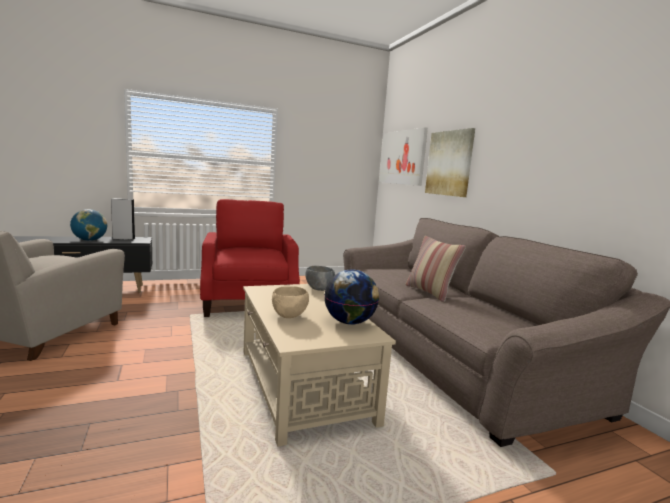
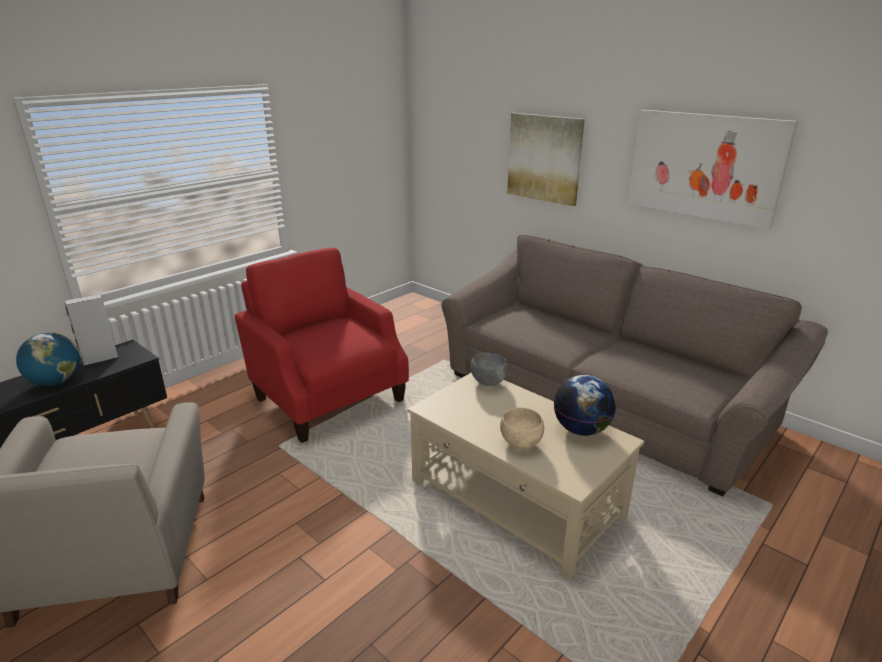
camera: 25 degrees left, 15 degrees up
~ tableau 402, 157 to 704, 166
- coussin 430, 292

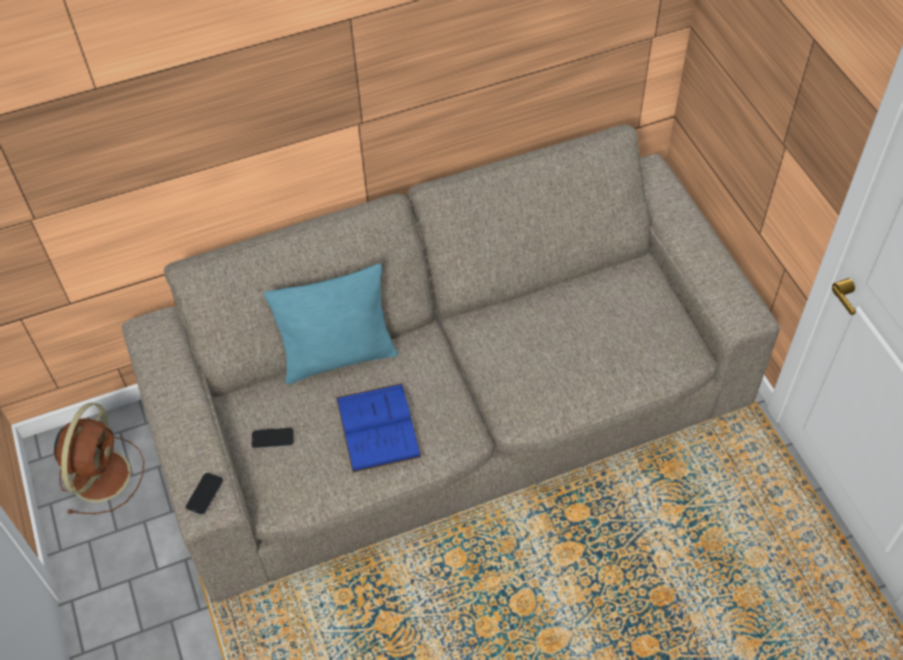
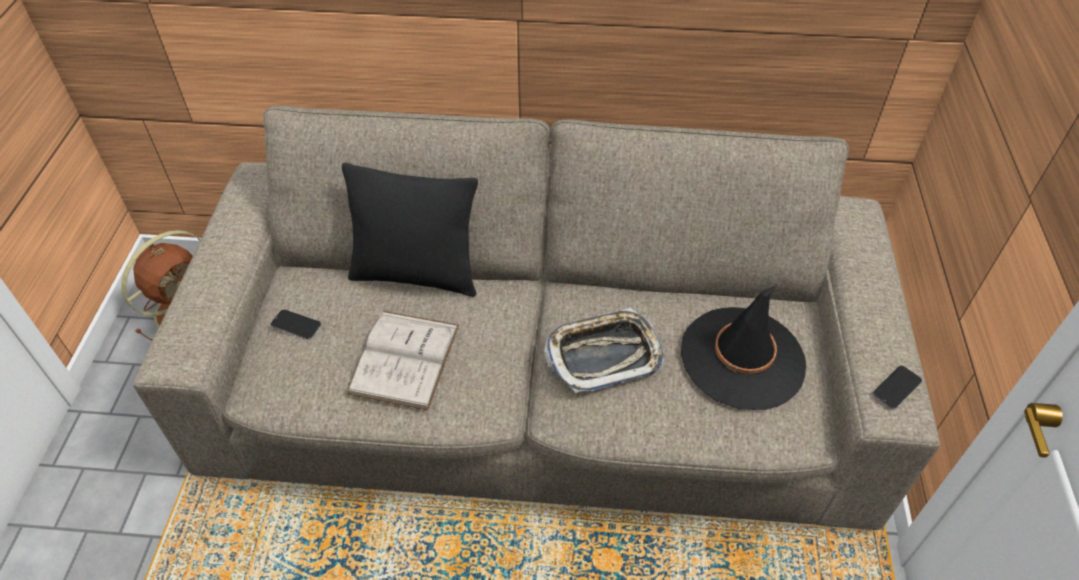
camera: 25 degrees right, 5 degrees down
~ coussin [turquoise] 339, 357 to coussin [noir] 416, 275
~ livre [bleu] 378, 427 to livre [blanc] 405, 359
+ plateau 604, 355
+ chapeau [noir] 742, 358
~ téléphone 204, 494 to 896, 388

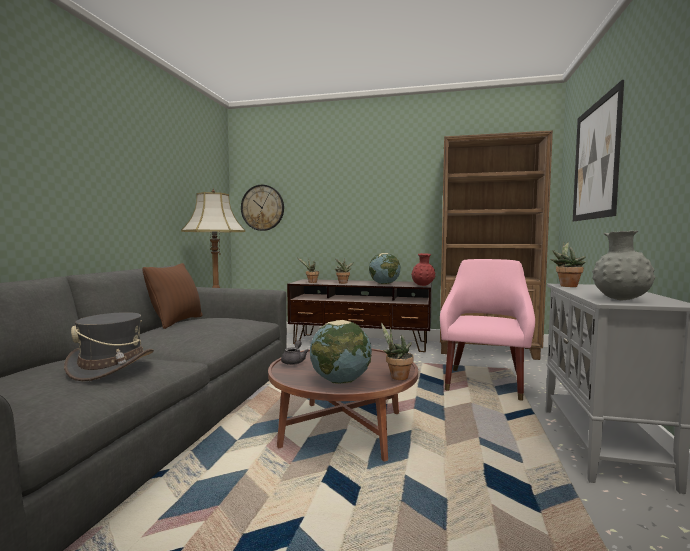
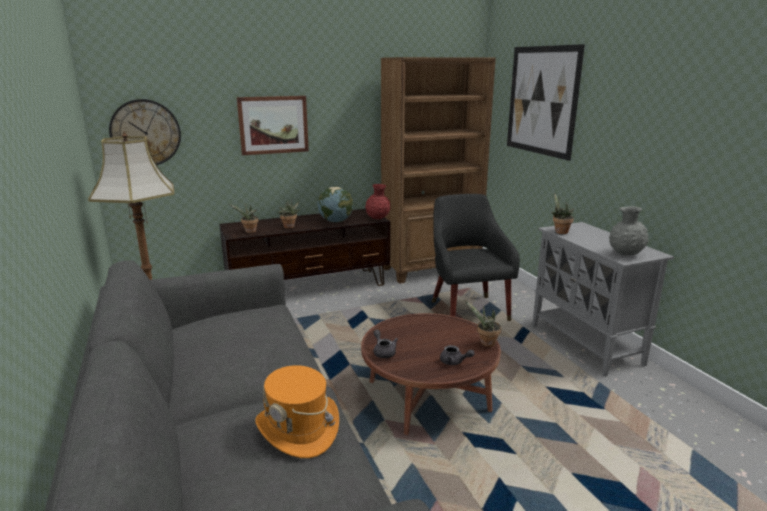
camera: 35 degrees left, 15 degrees up
+ tableau 273, 125
~ chapeau [gris] 112, 367 to chapeau [orange] 298, 429
~ fauteuil [rose] 485, 382 to fauteuil [noir] 467, 308
~ globe 340, 381 to théière [gris] 454, 362
- coussin [marron] 176, 322

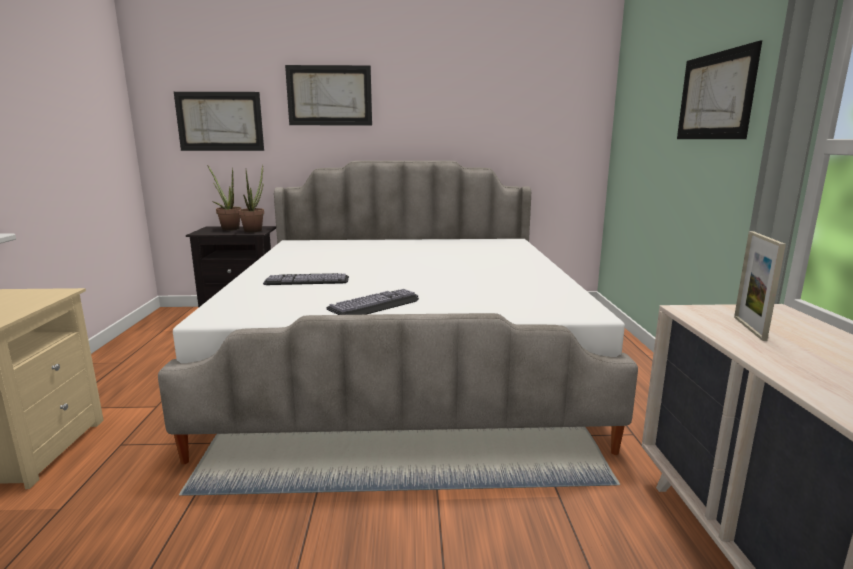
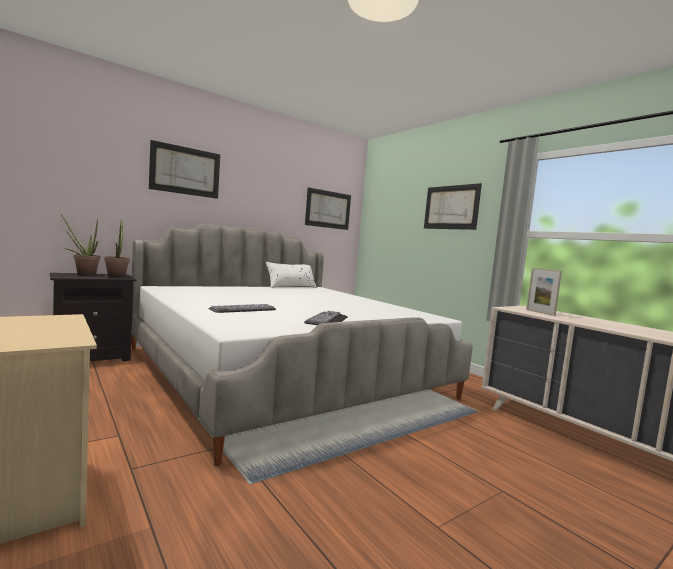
camera: 35 degrees left, 10 degrees down
+ coussin [blanc] 290, 286
~ tableau 220, 121 to 328, 209

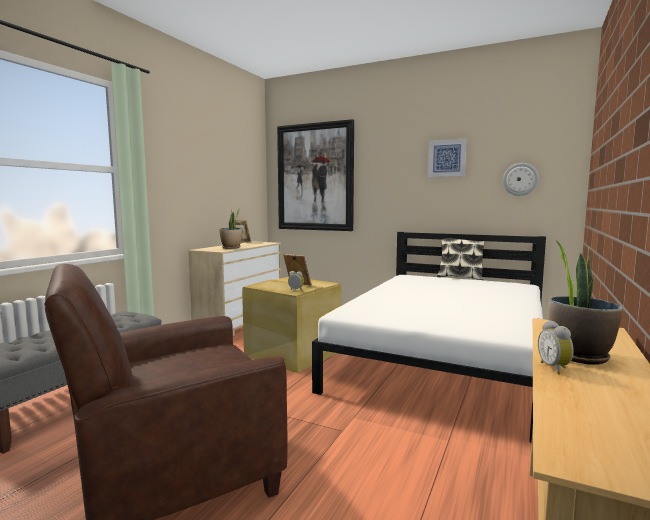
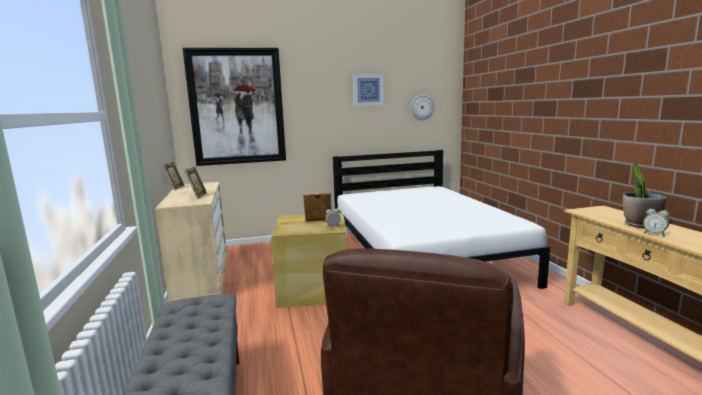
camera: 40 degrees left, 5 degrees up
~ plante en pot 231, 248 to cadre photo 197, 196
- coussin 460, 277

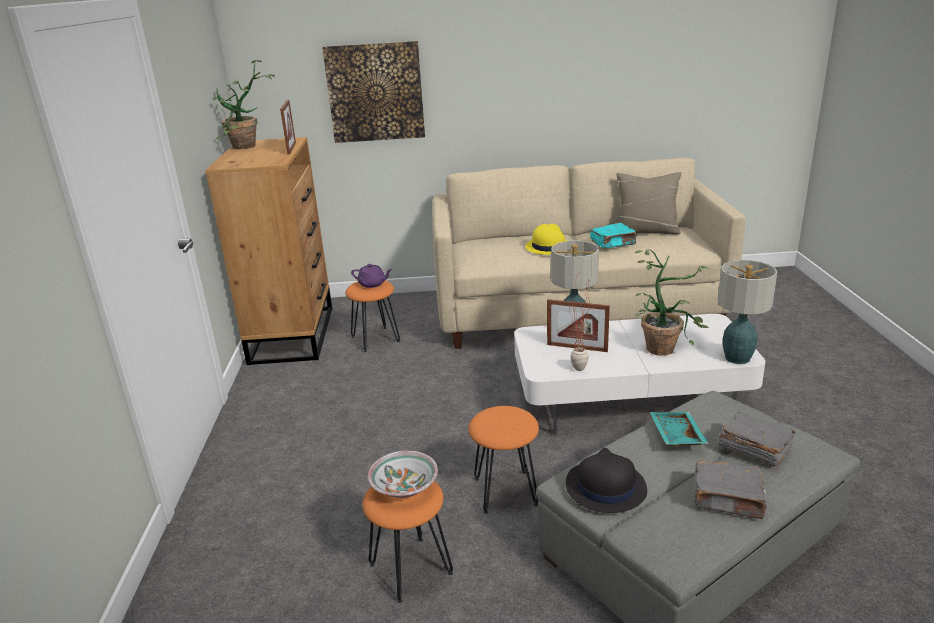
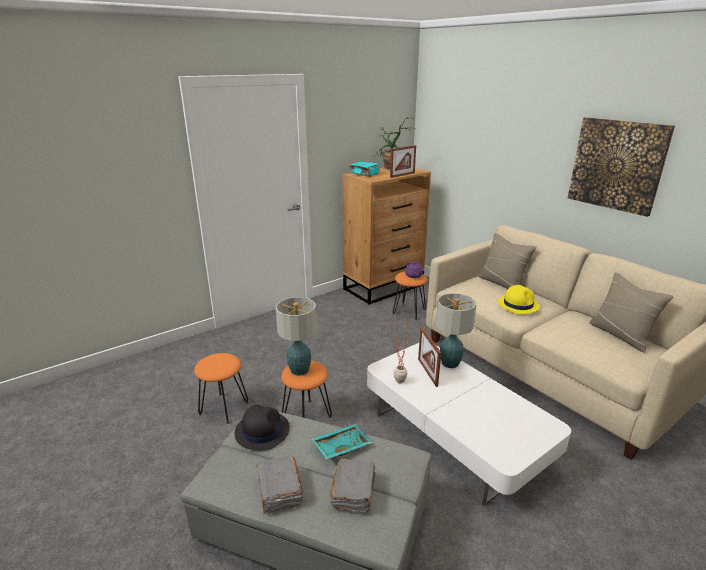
camera: 55 degrees right, 0 degrees up
~ lampe de table 737, 358 to 299, 370
~ livre [turquoise] 613, 243 to 364, 174
+ coussin [beige] 502, 283
~ tableau 375, 92 to 617, 165
- bol 405, 488
- plante en pot 664, 346

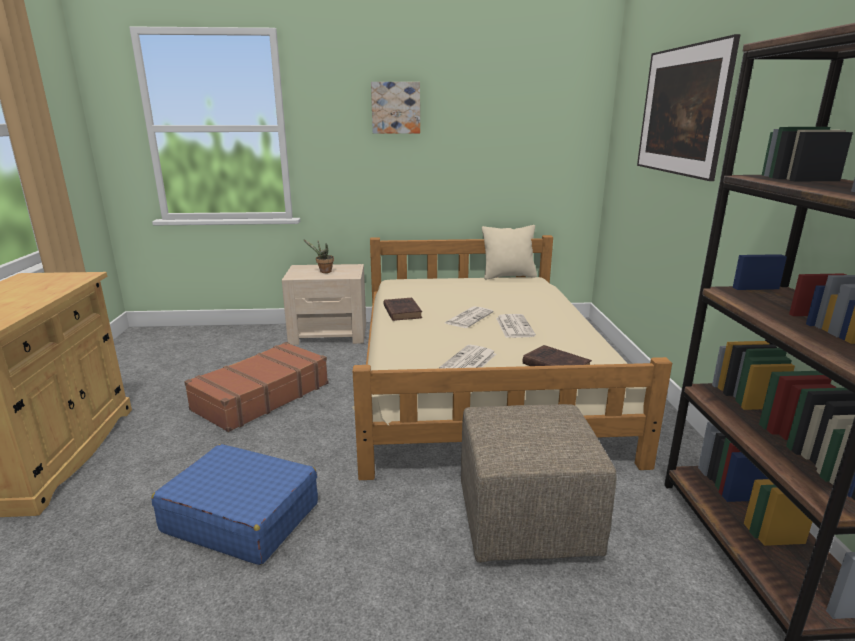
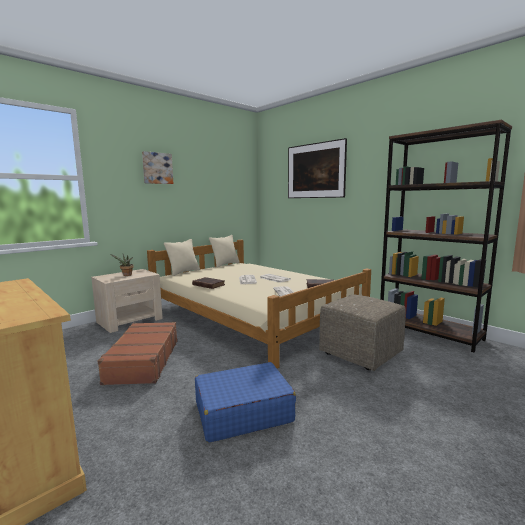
camera: 40 degrees left, 10 degrees down
+ coussin [beige] 183, 272

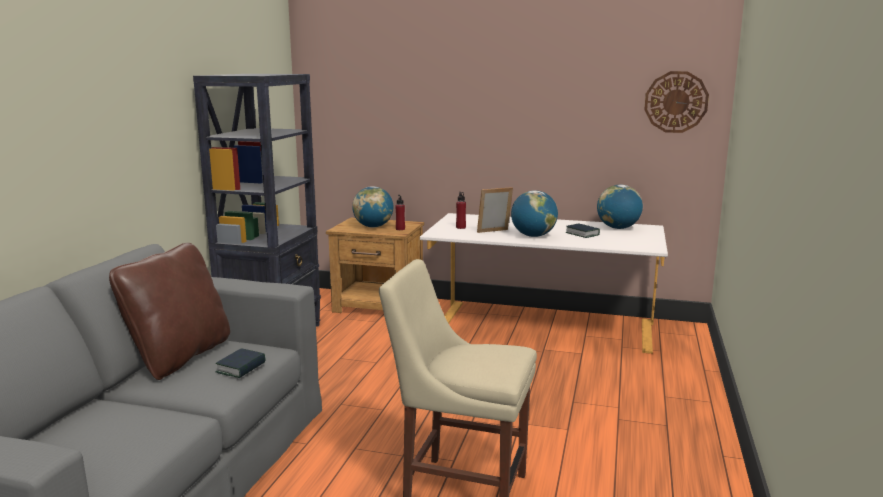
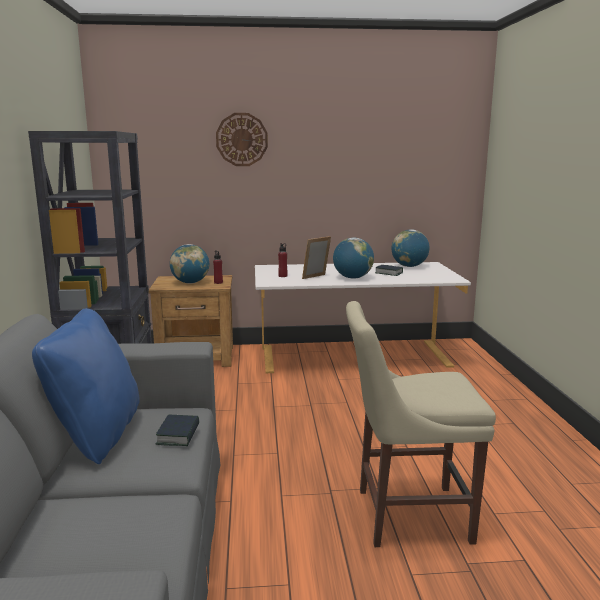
camera: 20 degrees left, 0 degrees up
~ coussin [marron] 179, 356 to coussin [bleu] 97, 434
~ horloge murale 676, 102 to 242, 139

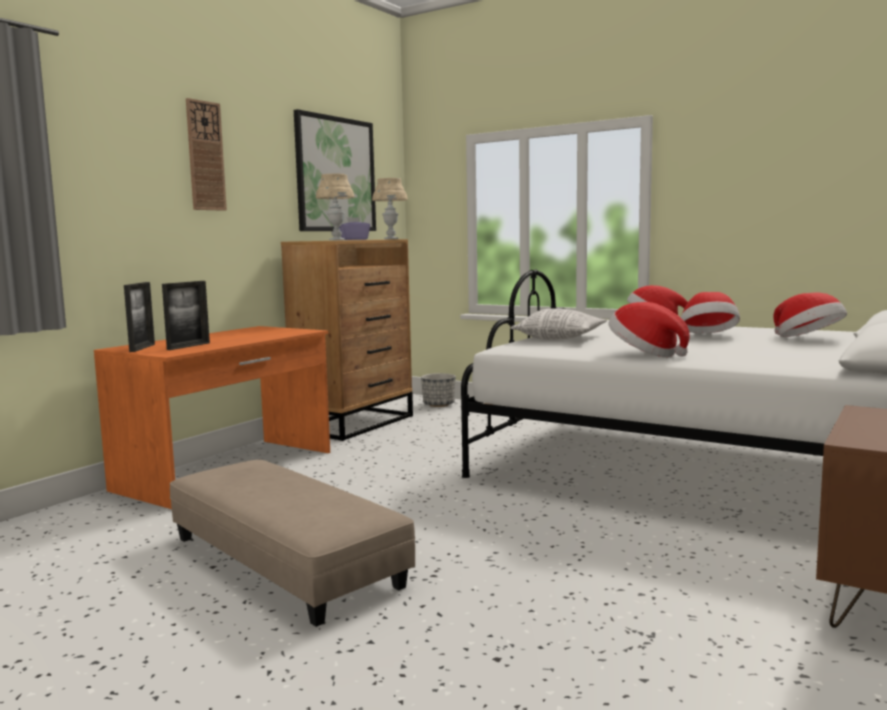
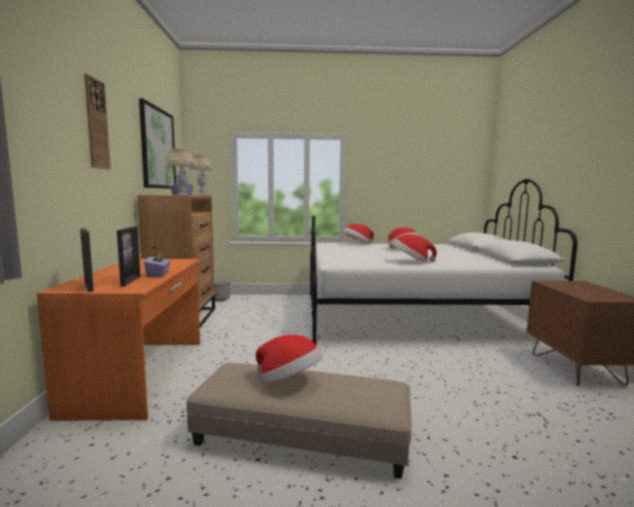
camera: 35 degrees left, 0 degrees up
+ boîte à mouchoirs [violet] 158, 274
~ chapeau 808, 339 to 289, 381
- coussin 559, 338

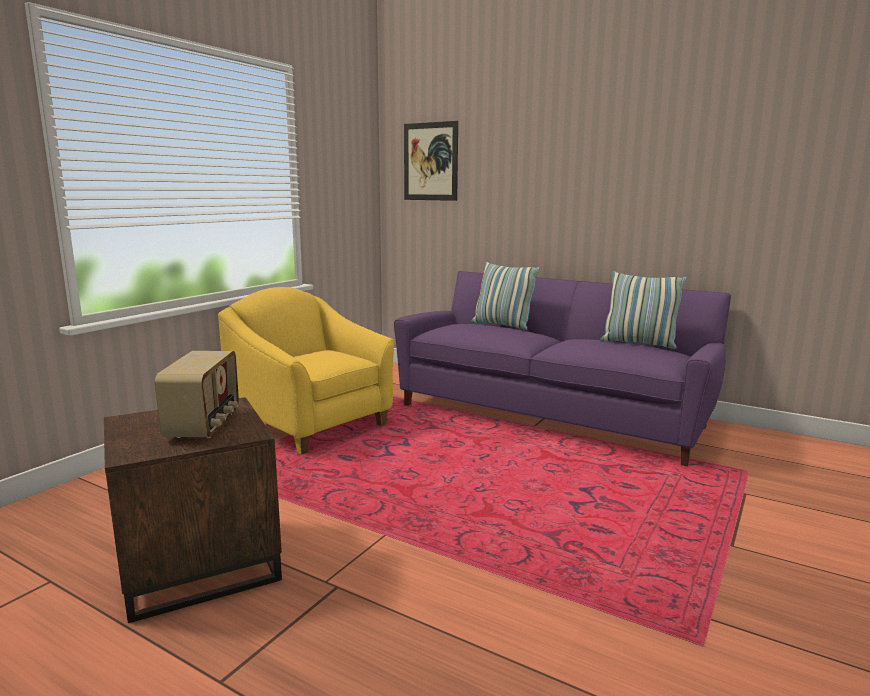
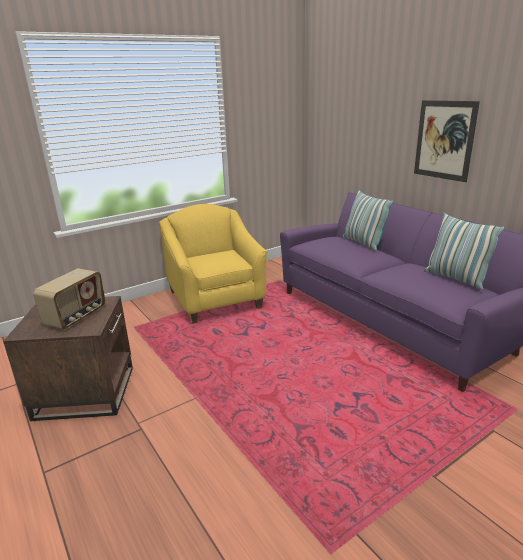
camera: 25 degrees right, 10 degrees up
~ tableau 430, 161 to 444, 140

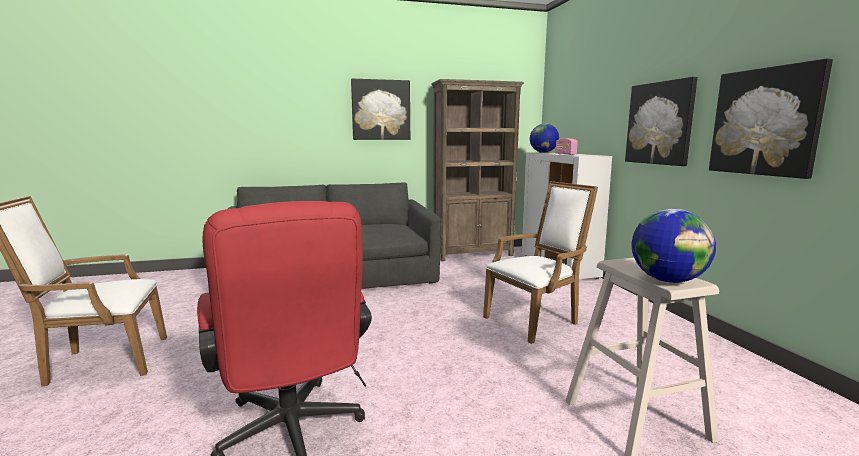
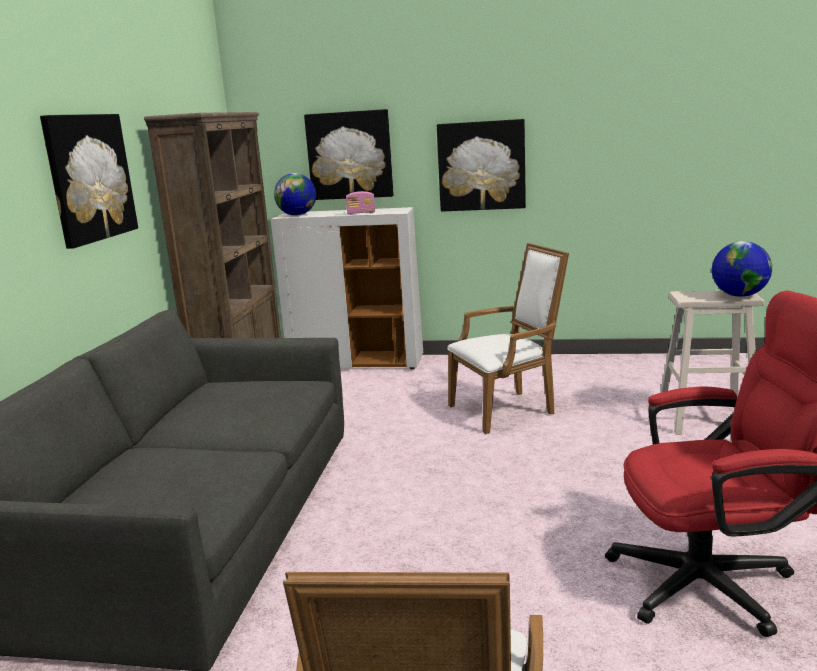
camera: 65 degrees left, 5 degrees up
~ tableau 765, 122 to 350, 155
~ fauteuil [blanc] 536, 320 = 508, 409 75 degrees clockwise

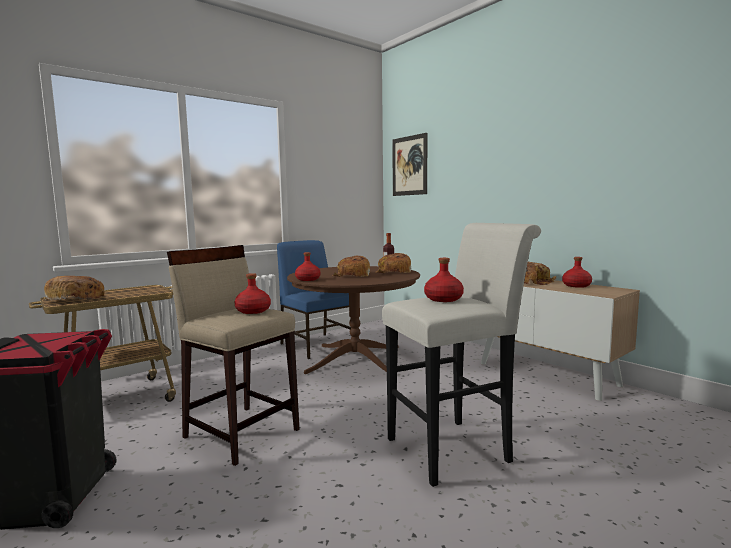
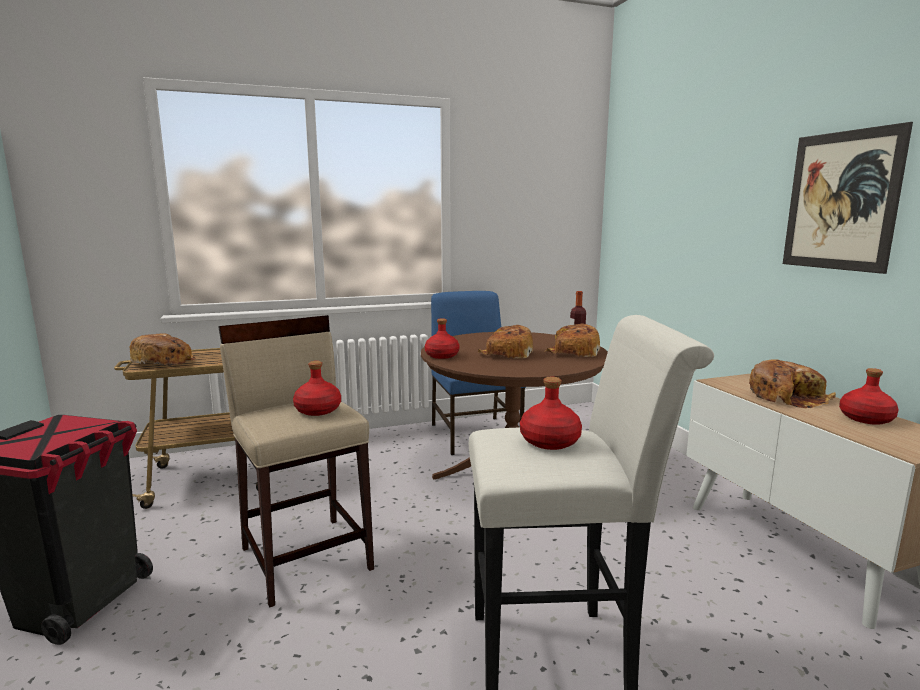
camera: 20 degrees right, 5 degrees up
~ tableau 409, 165 to 840, 201

